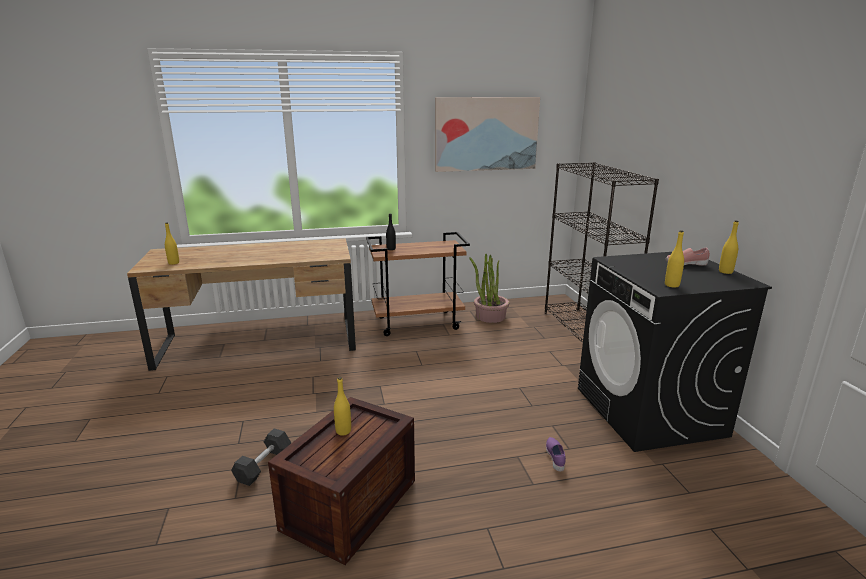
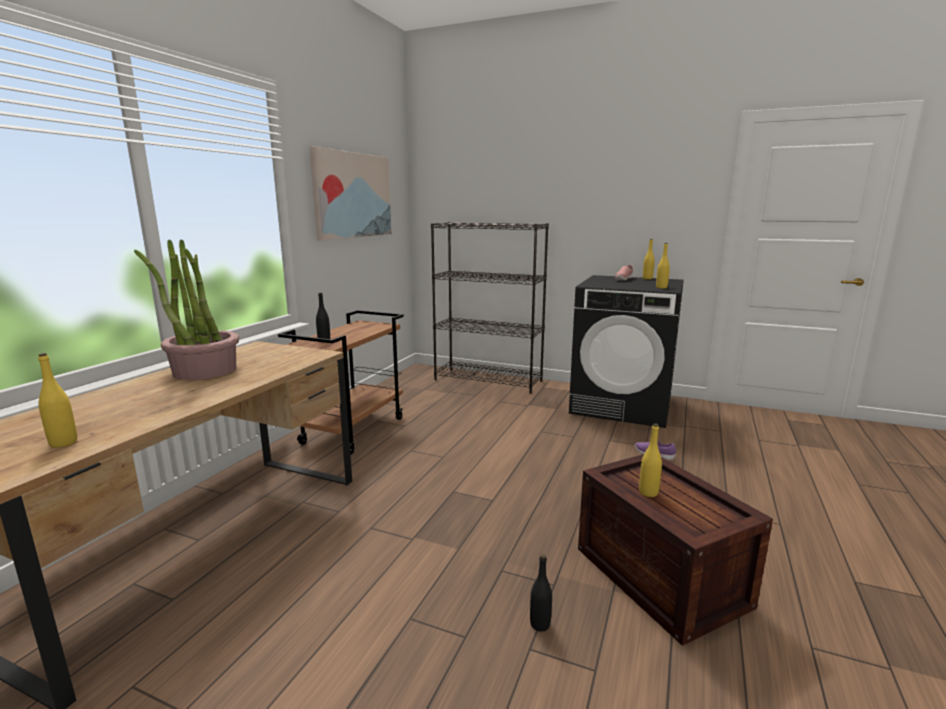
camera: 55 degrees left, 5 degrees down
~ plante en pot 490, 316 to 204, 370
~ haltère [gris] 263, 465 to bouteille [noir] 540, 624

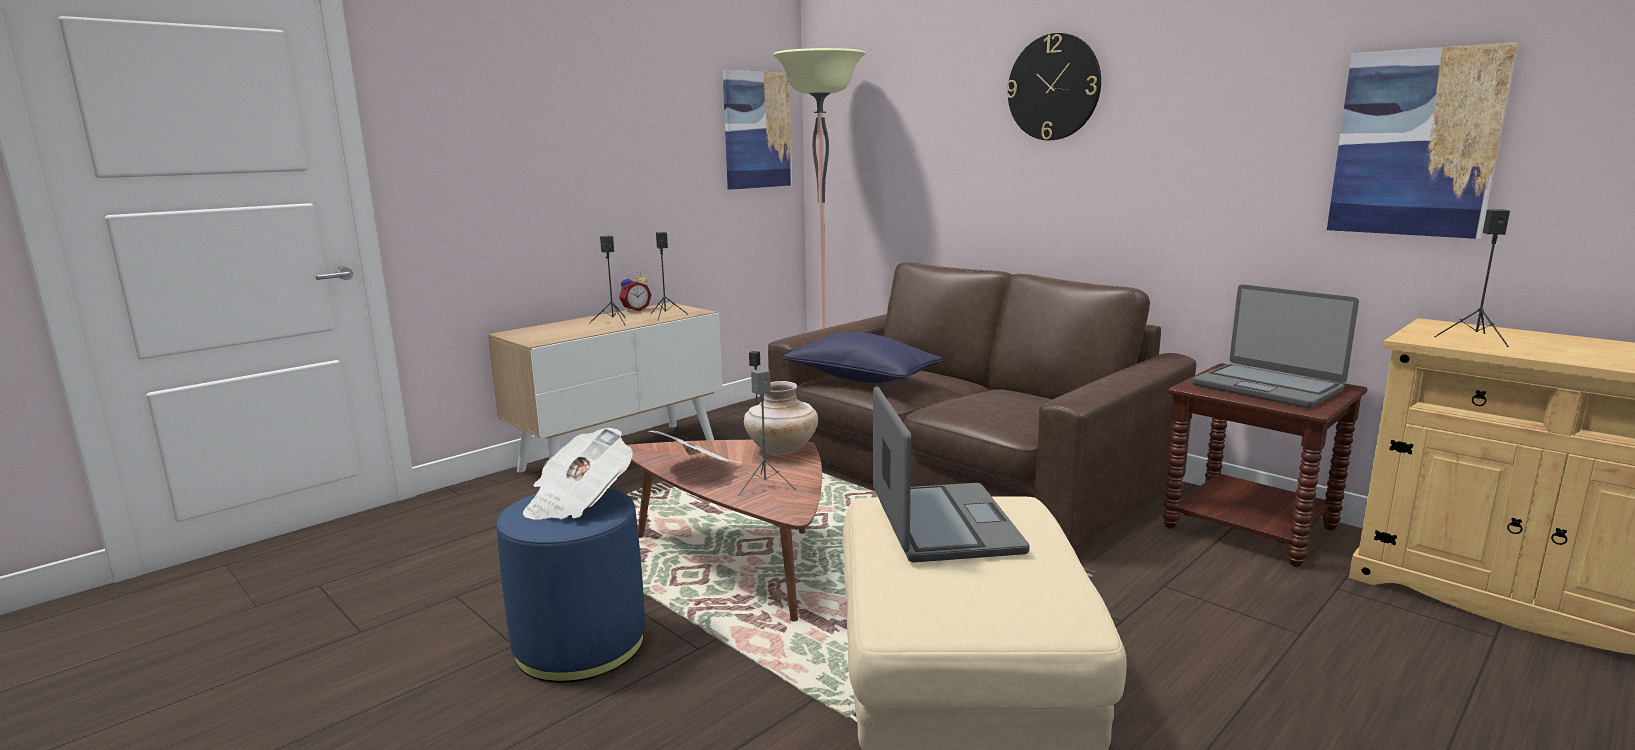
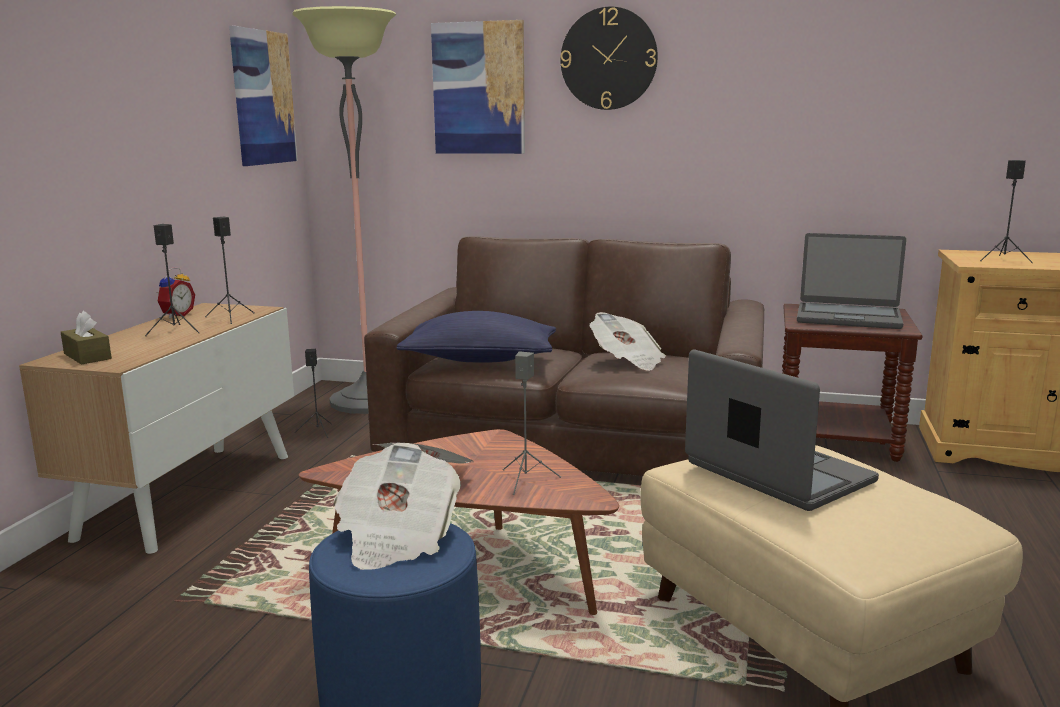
camera: 30 degrees left, 0 degrees up
+ boîte à mouchoirs [marron] 87, 356
~ tableau 1415, 143 to 479, 88
+ journal 627, 361
- vase [beige] 781, 450

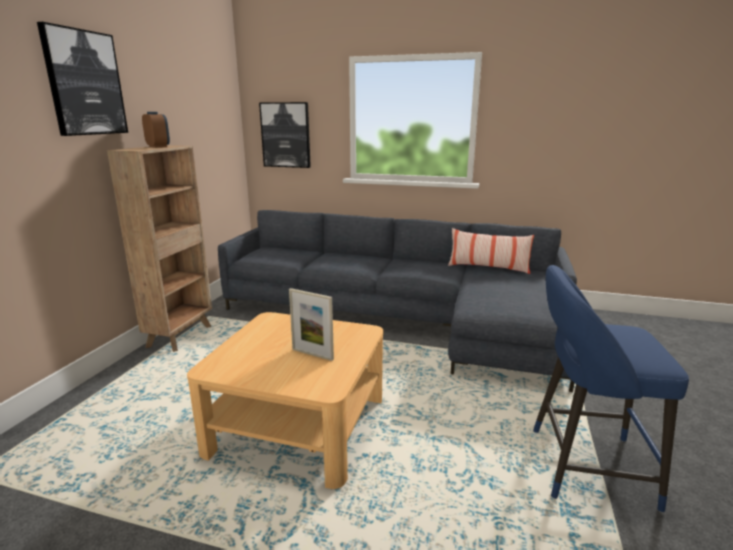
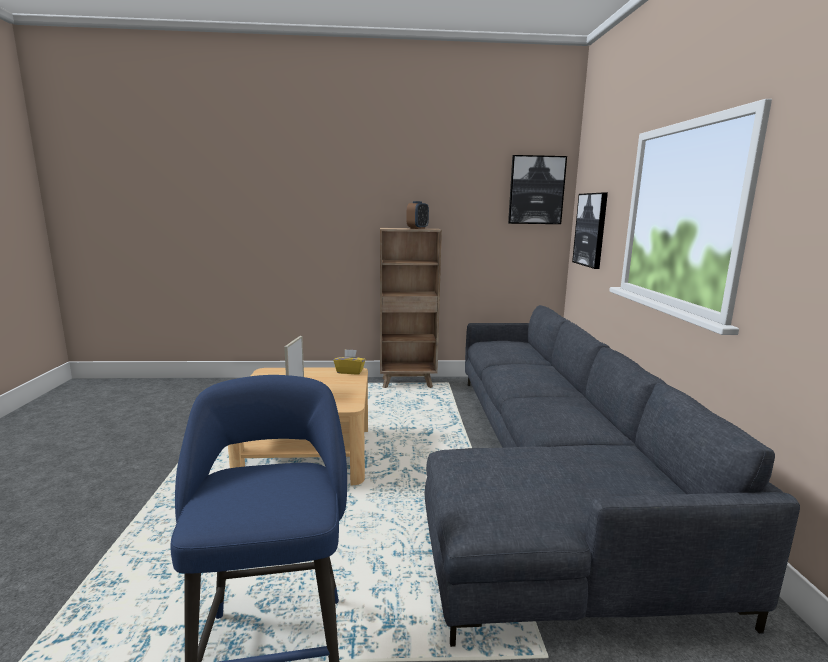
camera: 70 degrees right, 5 degrees down
+ boîte à mouchoirs [jaune] 350, 371
~ tableau 84, 83 to 536, 190
- coussin 488, 268

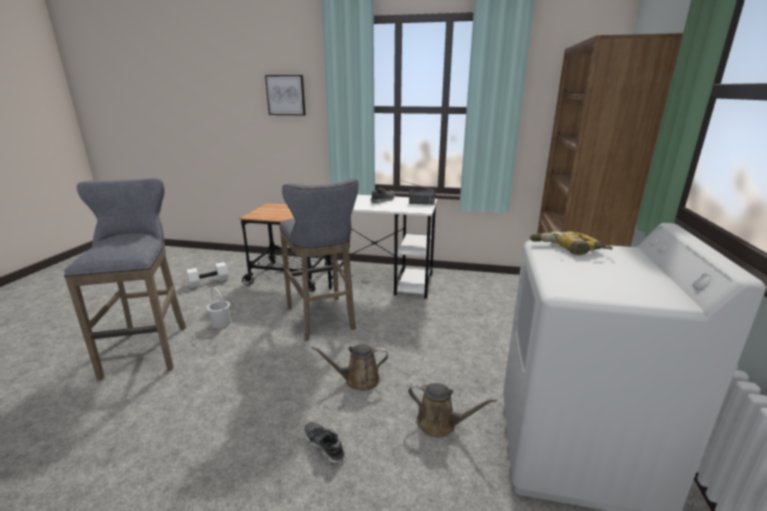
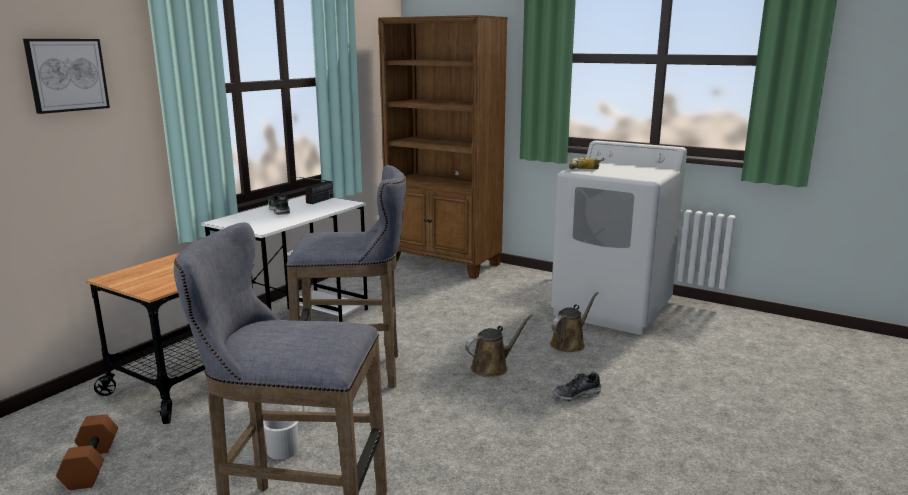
camera: 70 degrees left, 5 degrees down
~ haltère [blanc] 209, 281 to haltère [marron] 90, 465
~ arrosoir [marron] 358, 380 = 492, 367 135 degrees counterclockwise

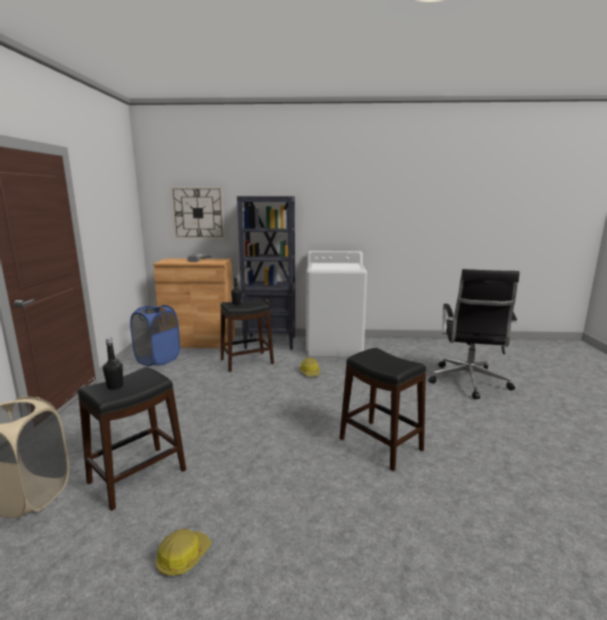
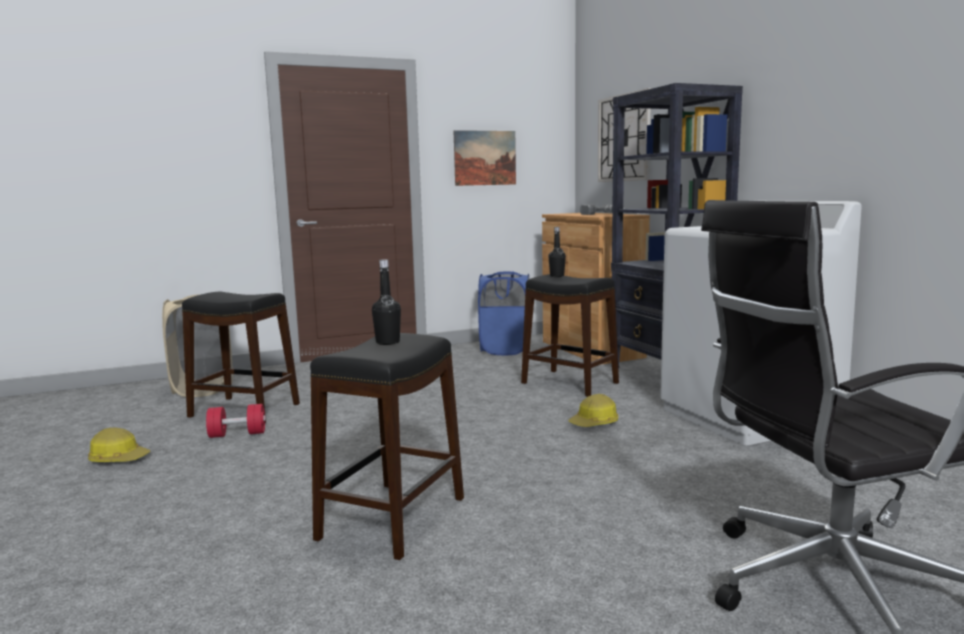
camera: 65 degrees right, 5 degrees down
+ haltère [rouge] 237, 434
~ bouteille [noir] 115, 386 to 388, 342
+ tableau 485, 158

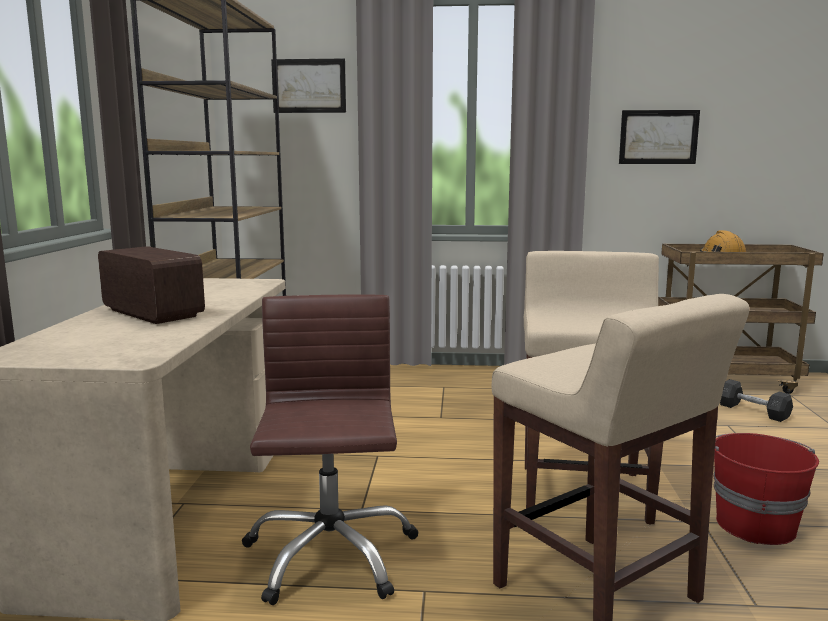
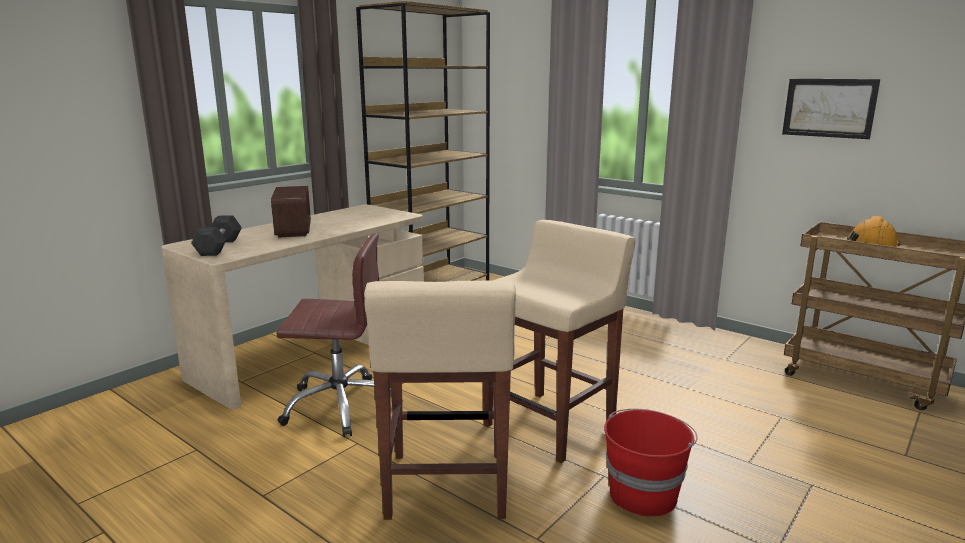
camera: 35 degrees right, 5 degrees up
~ haltère [gris] 753, 411 to 219, 247
~ chaise de bureau [marron] 329, 555 = 341, 405 60 degrees clockwise
- tableau 309, 86

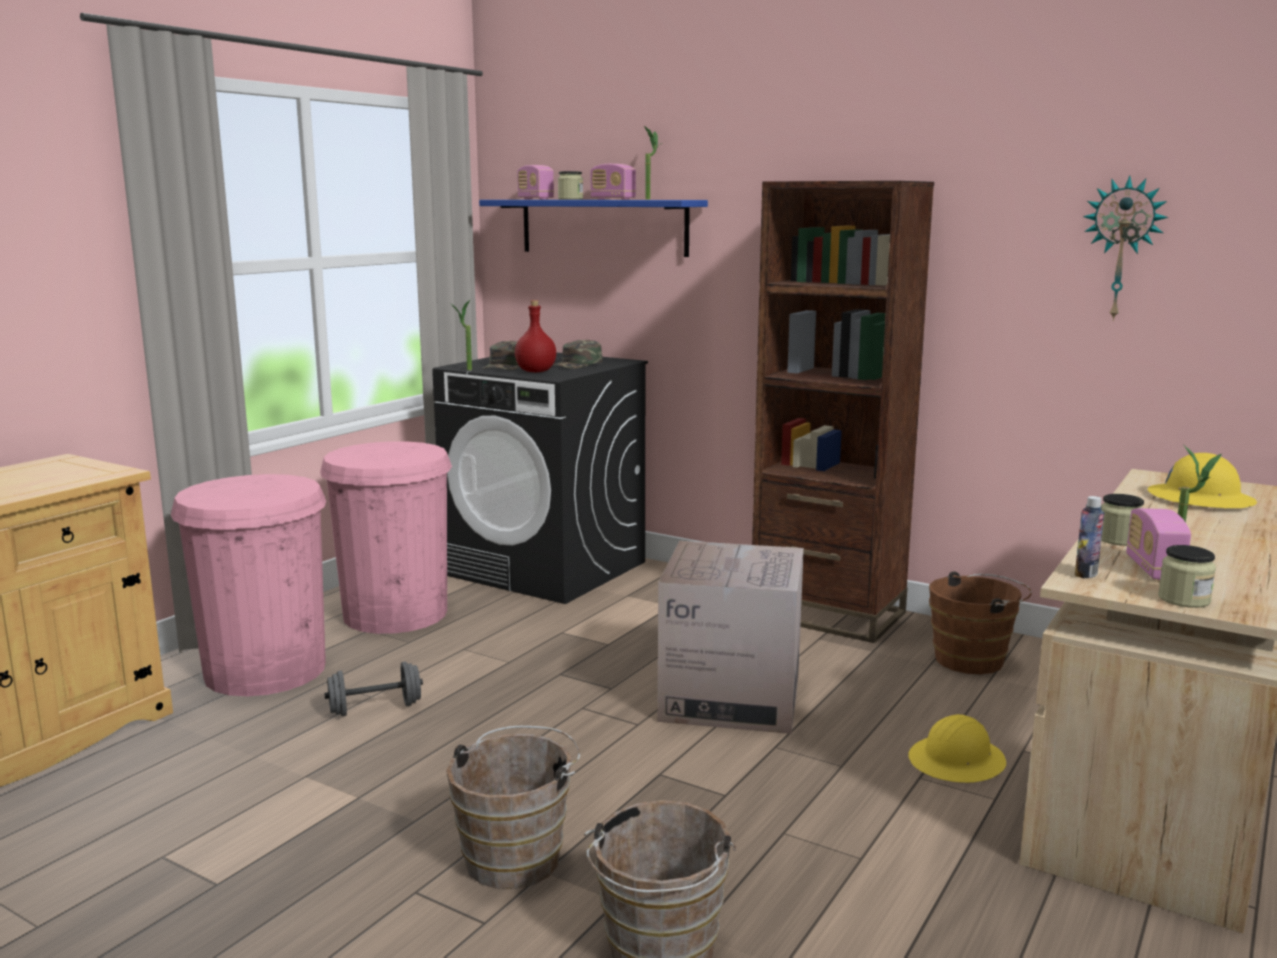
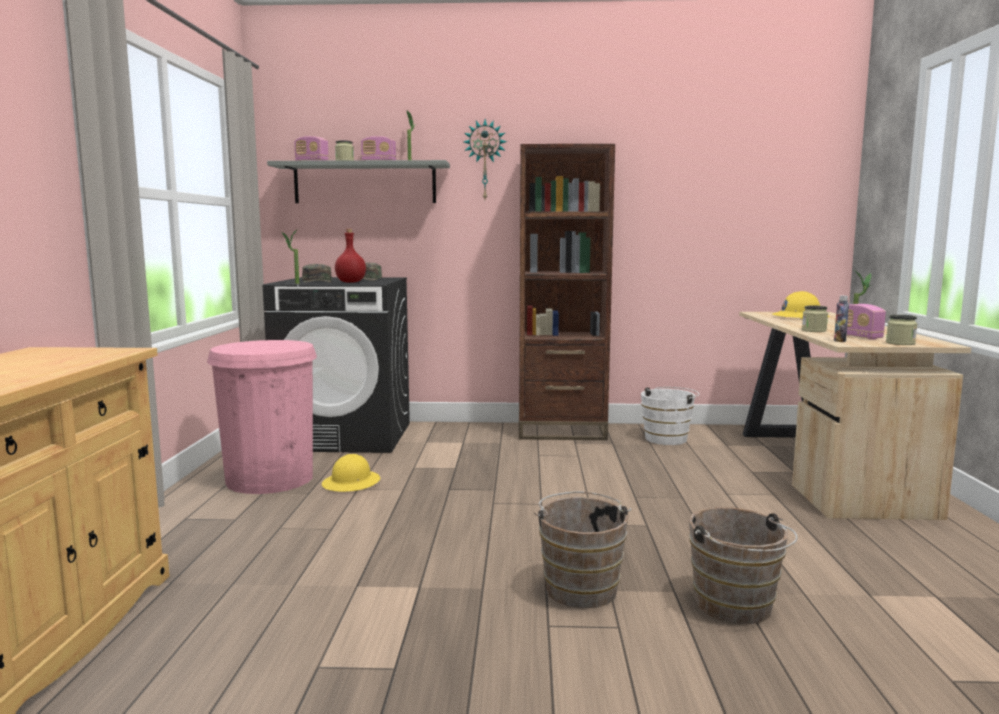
camera: 30 degrees left, 5 degrees down
~ étagère [bleu] 603, 227 to étagère [gris] 365, 183
~ casque de chantier [jaune] 957, 762 to 351, 483
~ horloge murale 1122, 249 to 485, 160
~ seau [marron] 974, 660 to seau [blanc] 668, 438
- poubelle [rose] 265, 670
- haltère [gris] 375, 708
- carton 731, 698

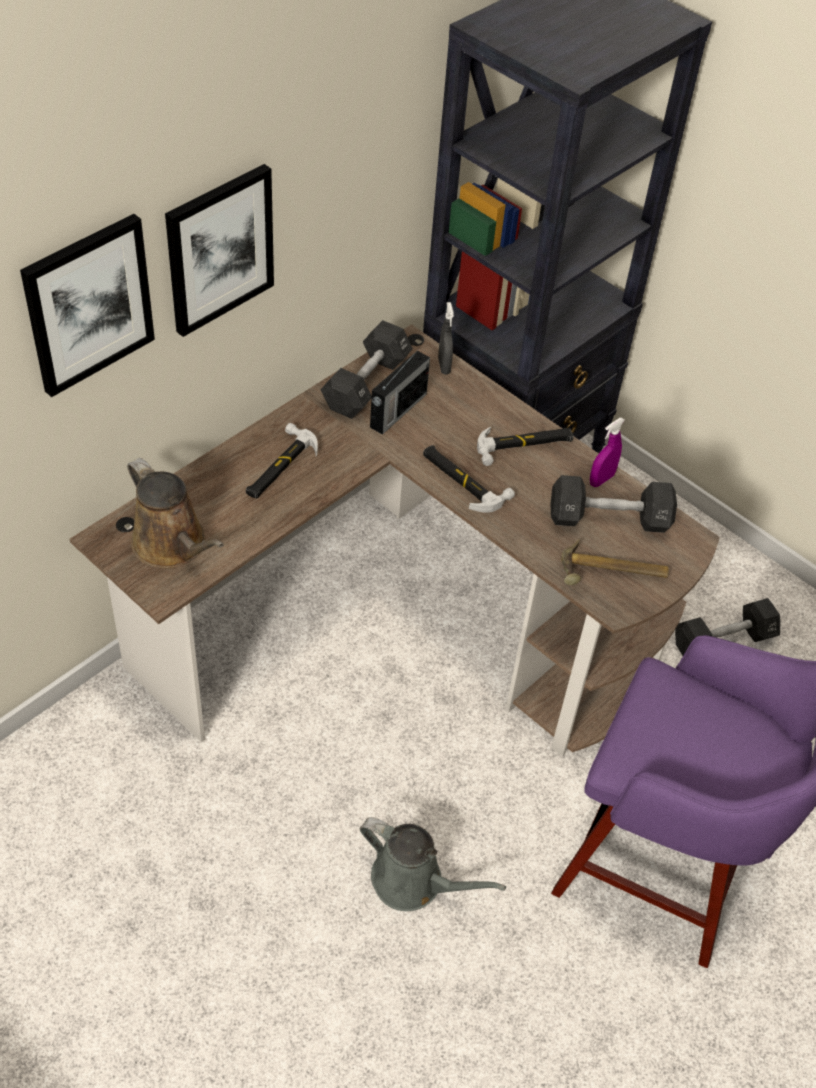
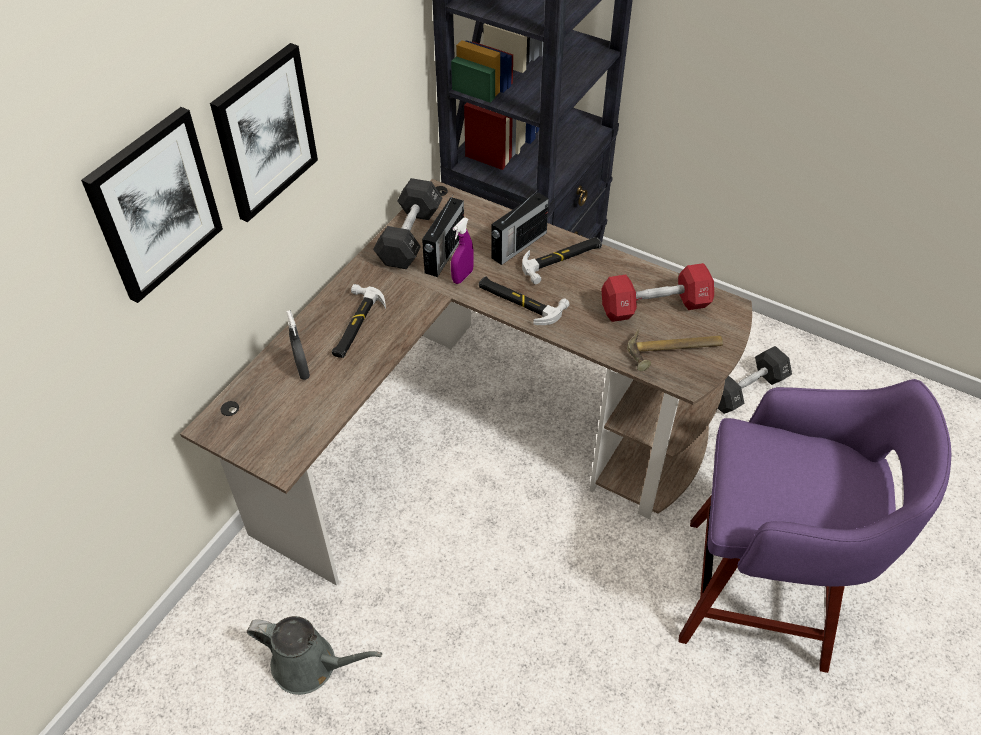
camera: 10 degrees left, 0 degrees up
~ arrosoir [gris] 413, 882 to 310, 665
~ vaporisateur [gris] 444, 366 to 302, 370
~ vaporisateur [violet] 601, 479 to 462, 276
+ radio 518, 246
~ haltère [noir] 609, 519 to haltère [rouge] 655, 306
- arrosoir [marron] 173, 545

